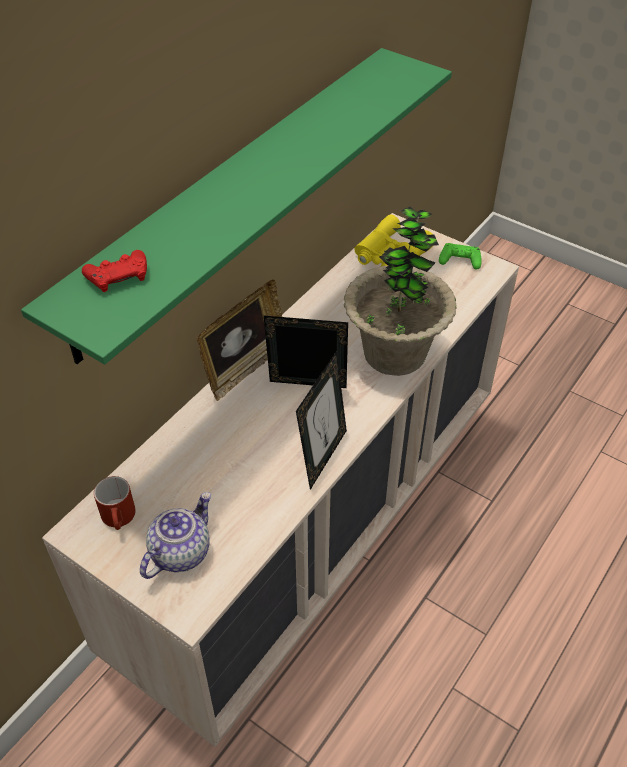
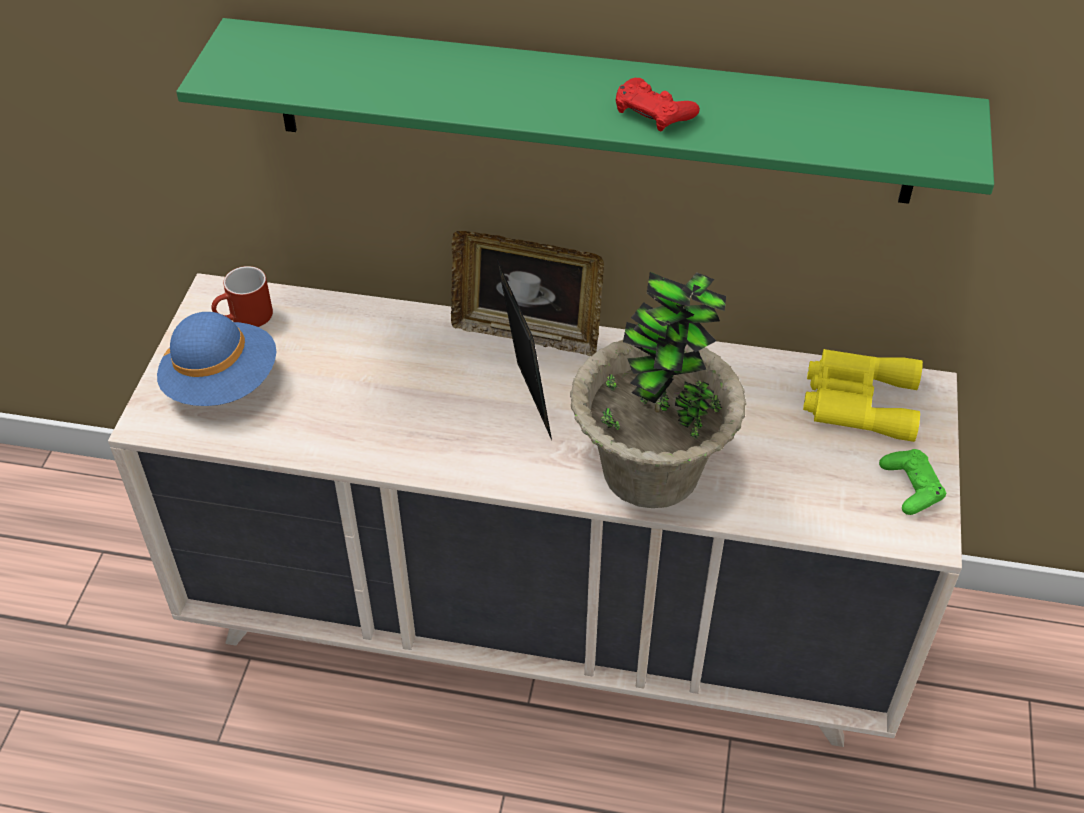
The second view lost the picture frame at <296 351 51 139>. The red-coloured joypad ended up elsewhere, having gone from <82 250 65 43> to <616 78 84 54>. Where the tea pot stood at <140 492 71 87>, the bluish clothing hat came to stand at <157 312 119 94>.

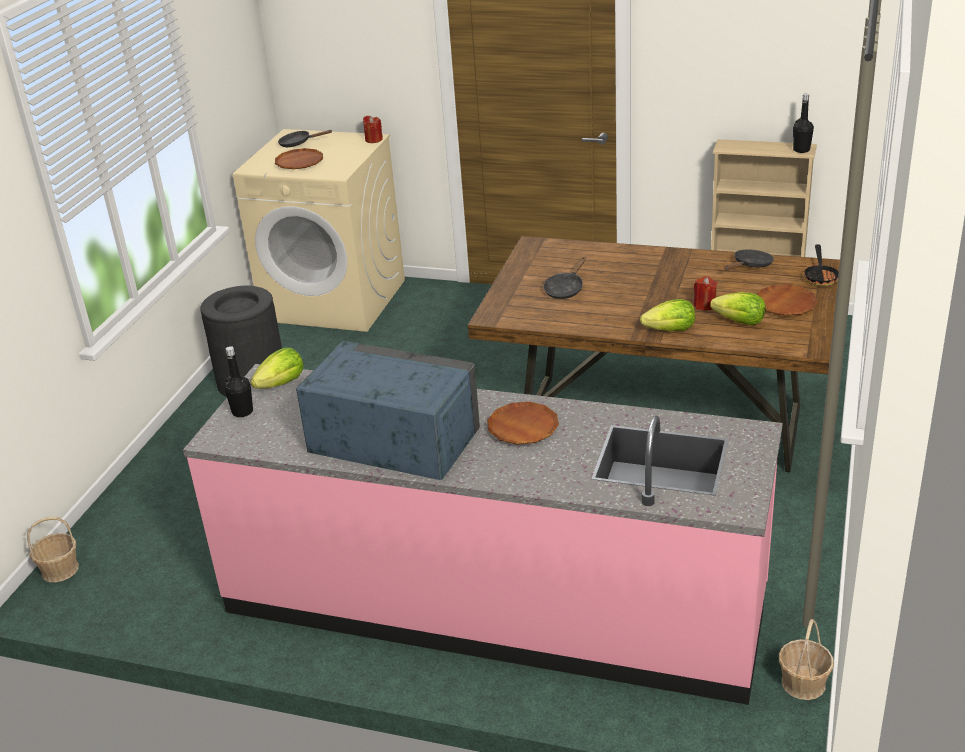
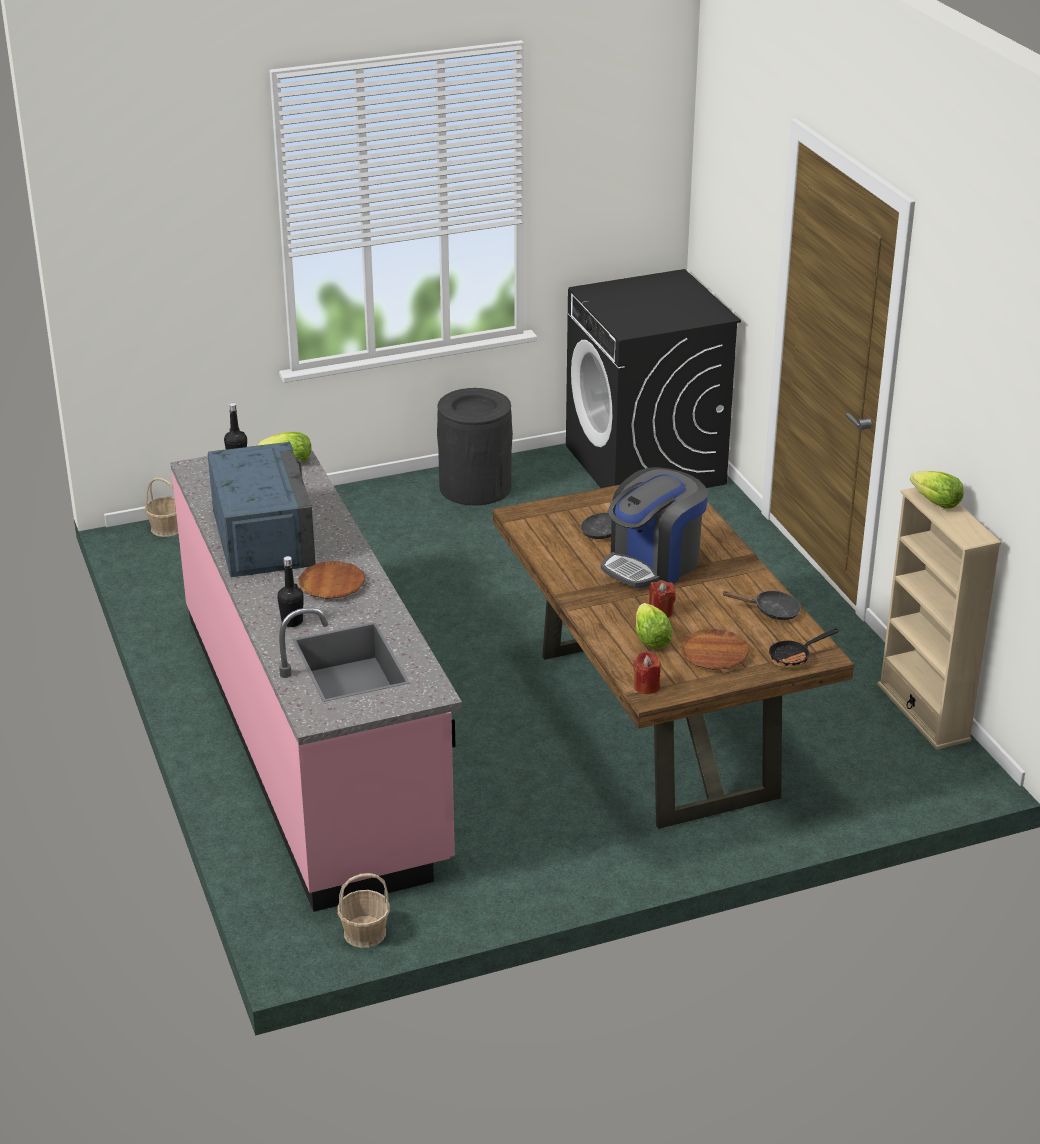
The second view lost the brown plate at <275 148 48 21>. The second view lost the blackish skillet at <278 130 54 17>. The second view gained the coffee maker at <601 467 107 121>. The red-coloured wax candle ended up elsewhere, having gone from <363 116 20 27> to <633 651 28 43>. The lettuce head ended up elsewhere, having gone from <640 299 55 32> to <910 471 54 38>. The blackish bottle ended up elsewhere, having gone from <793 94 21 59> to <277 556 27 71>. What was the beige-coloured washing machine at <233 129 172 203> turned into the blackish washing machine at <566 269 175 219>.

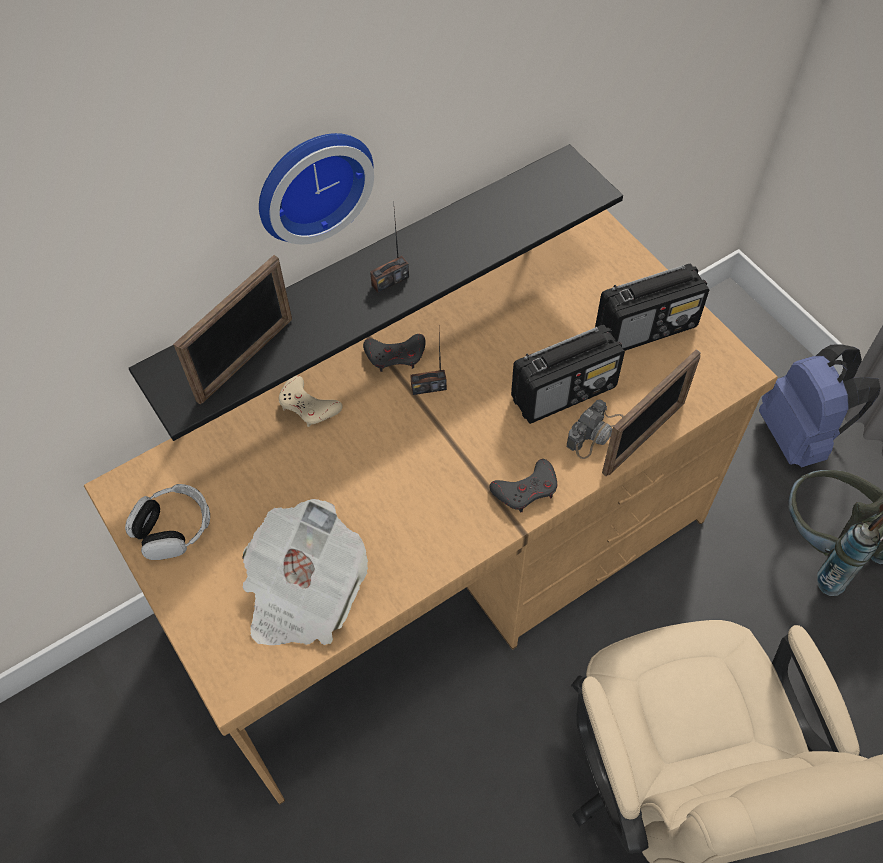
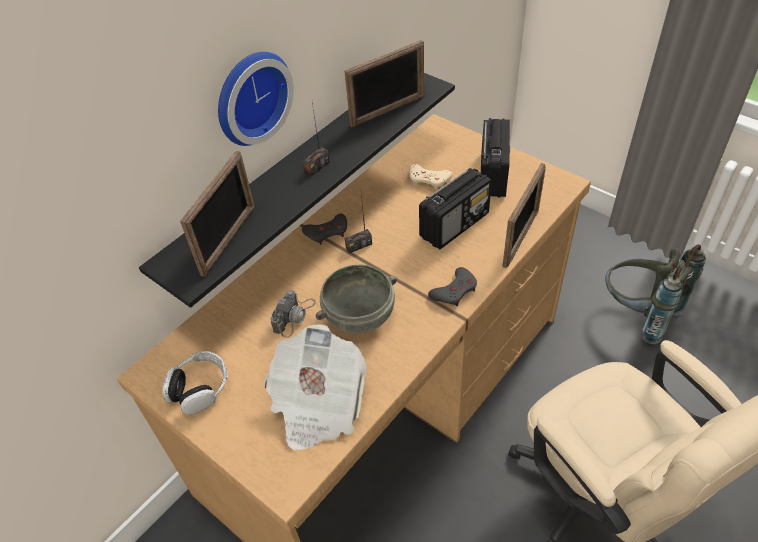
The second view lost the bluish rucksack at <759 344 121 123>. The second view gained the grey bowl at <316 265 81 68>. The second view gained the picture frame at <345 40 79 87>. The beige-coloured joypad ended up elsewhere, having gone from <279 375 64 52> to <409 164 44 26>. The photo camera ended up elsewhere, having gone from <567 399 57 60> to <270 290 46 48>. The radio at <595 264 114 87> ended up facing another way, 45 degrees counterclockwise from before.

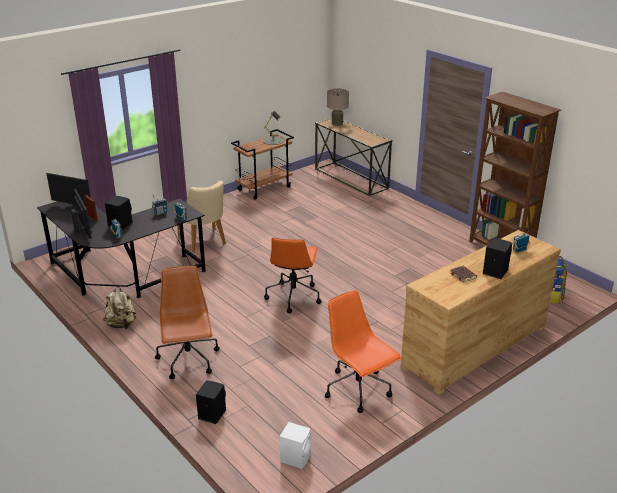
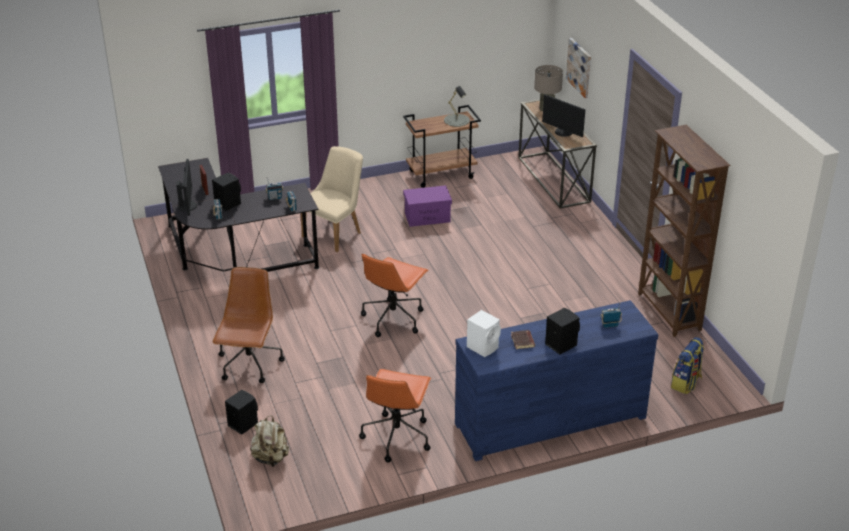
The second view gained the purple-coloured storage box at <403 185 49 42>. The second view gained the wall art at <566 38 25 60>. The monitor ended up elsewhere, having gone from <46 173 45 37> to <542 94 43 43>. The beige-coloured rucksack ended up elsewhere, having gone from <103 287 33 42> to <250 415 39 52>. The white-coloured speaker ended up elsewhere, having gone from <280 422 32 47> to <467 310 34 47>. What was the brown dresser at <401 230 160 165> turned into the bluish dresser at <455 300 204 161>. The beige-coloured plain chair at <177 181 49 71> ended up facing another way, 135 degrees counterclockwise from before. The orangey desk chair at <325 290 77 123> ended up facing another way, 150 degrees counterclockwise from before.

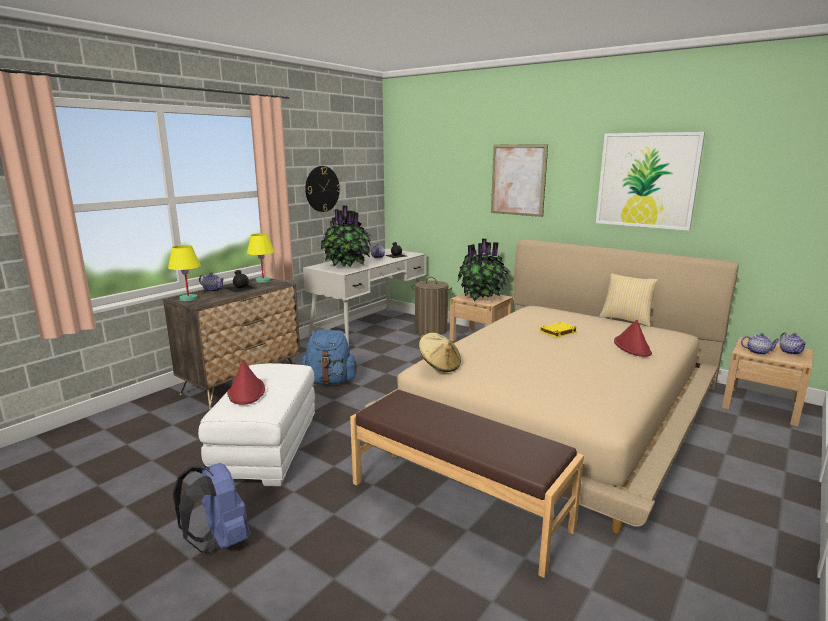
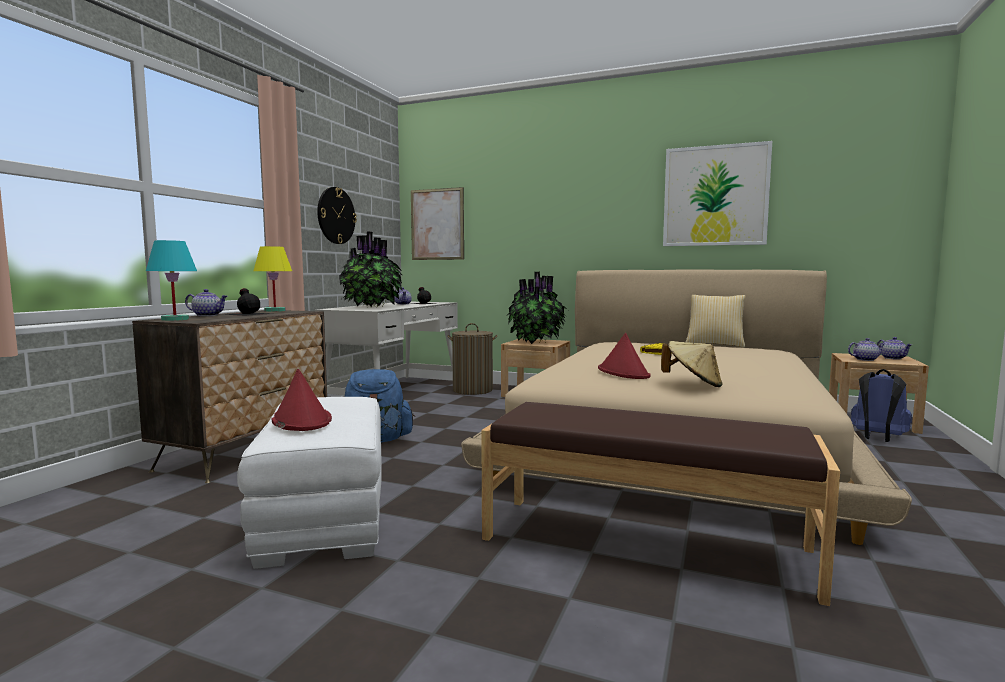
The bluish rucksack ended up elsewhere, having gone from <173 463 77 90> to <851 369 61 73>. The beige-coloured clothing hat ended up elsewhere, having gone from <419 333 42 39> to <661 341 61 46>. The wall art ended up elsewhere, having gone from <491 144 57 73> to <411 187 53 73>. The red-coloured clothing hat ended up elsewhere, having gone from <614 320 38 37> to <598 333 53 46>. What was the yellow-coloured lamp for a table at <168 245 33 56> turned into the blue-green lamp for a table at <146 240 51 81>.

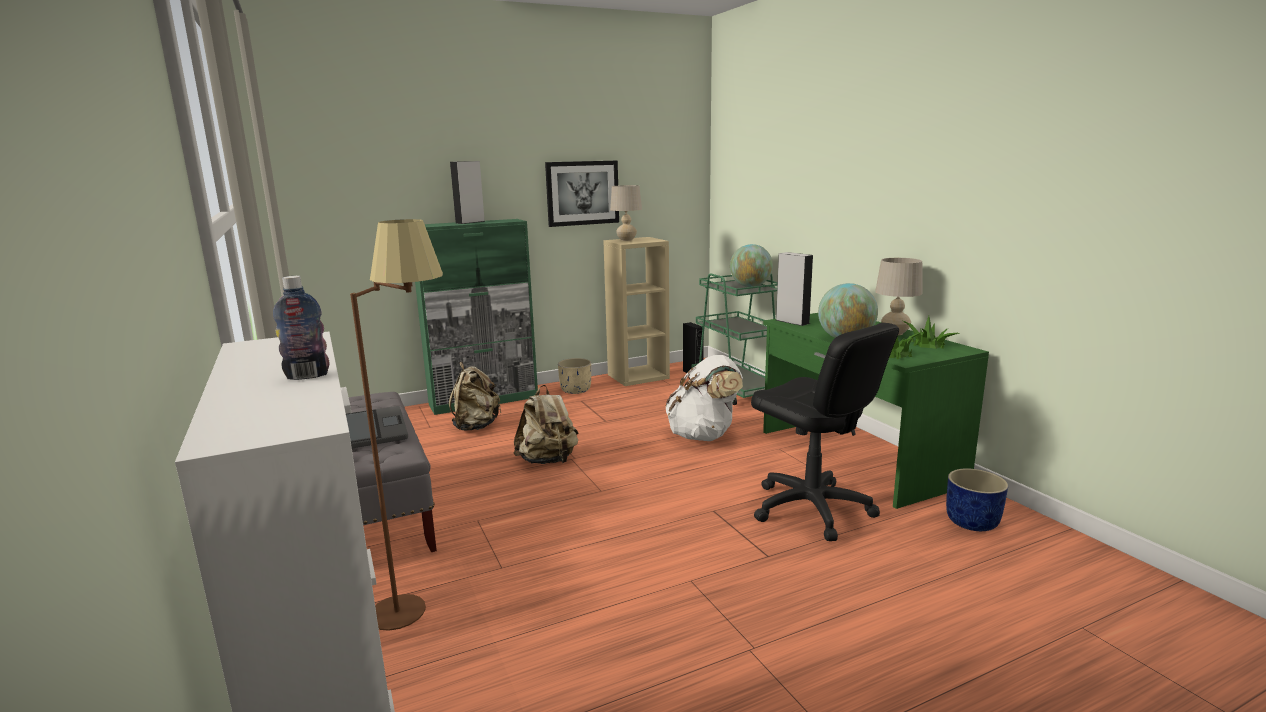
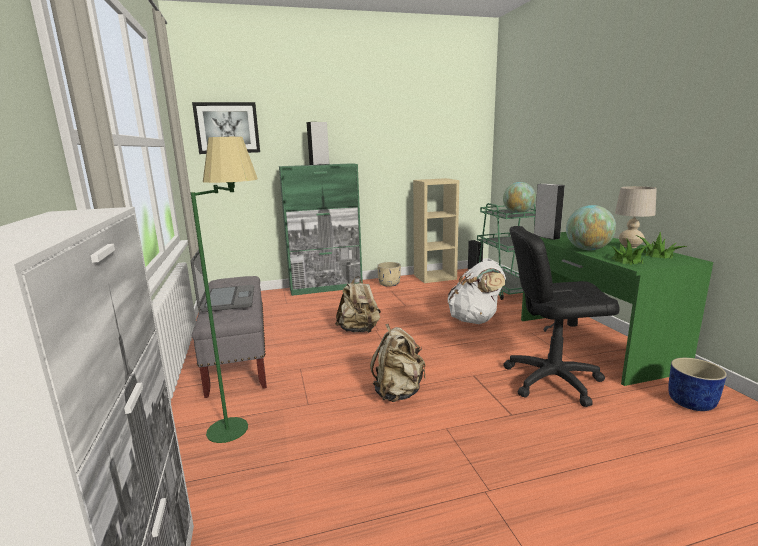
The second view lost the bottle at <273 276 57 104>. The second view lost the beige-coloured lamp for a table at <610 185 32 56>. The beige-coloured rucksack ended up elsewhere, having gone from <449 362 53 69> to <370 324 55 78>. The wall art ended up elsewhere, having gone from <545 161 74 66> to <192 102 68 52>. What was the brown floor lamp at <350 219 93 412> turned into the greenish floor lamp at <191 137 67 306>. The blackish desk chair at <751 323 148 218> ended up facing another way, 120 degrees clockwise from before.

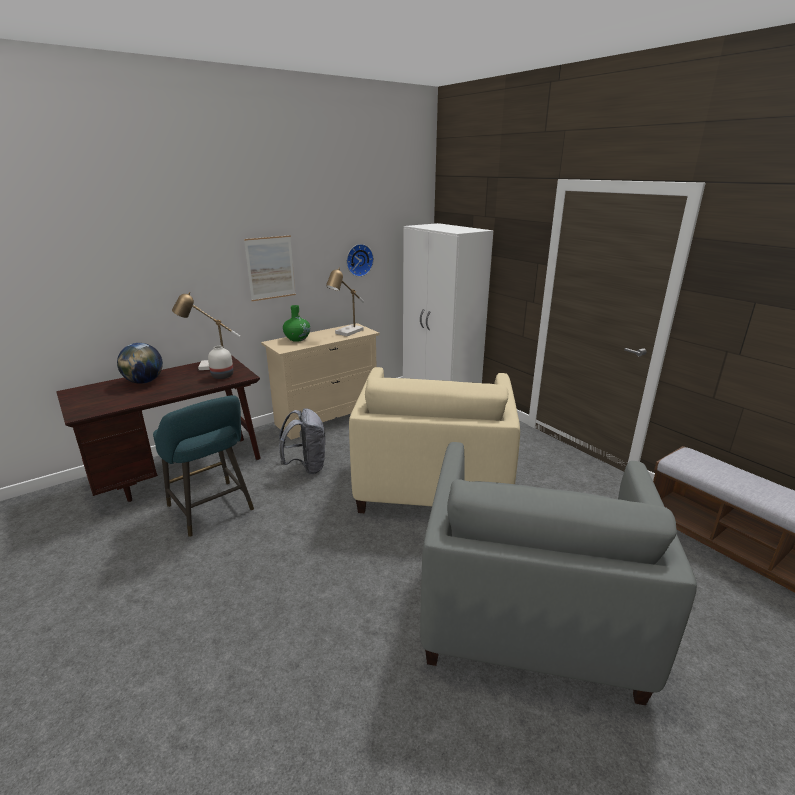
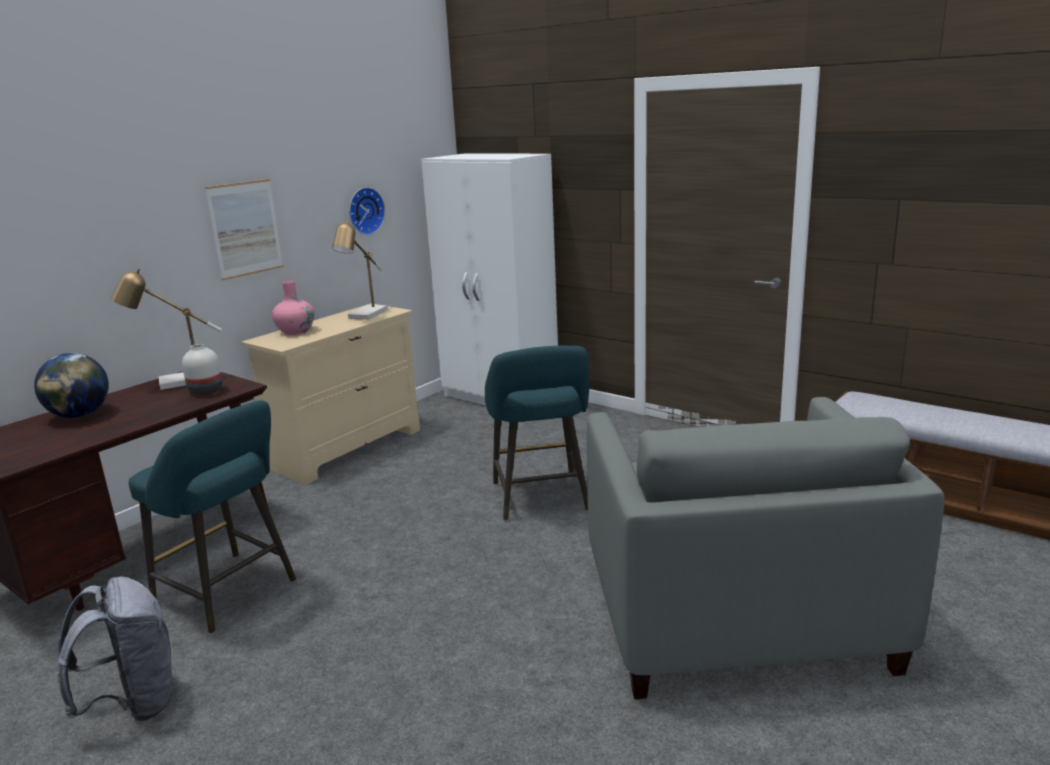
The grey rucksack ended up elsewhere, having gone from <279 408 47 66> to <57 576 118 145>. Where the beige-coloured easy chair stood at <349 367 171 146>, the blue-green stool seat came to stand at <485 346 105 175>. What was the greenish decorative vase at <283 305 27 37> turned into the pink decorative vase at <272 280 42 55>.

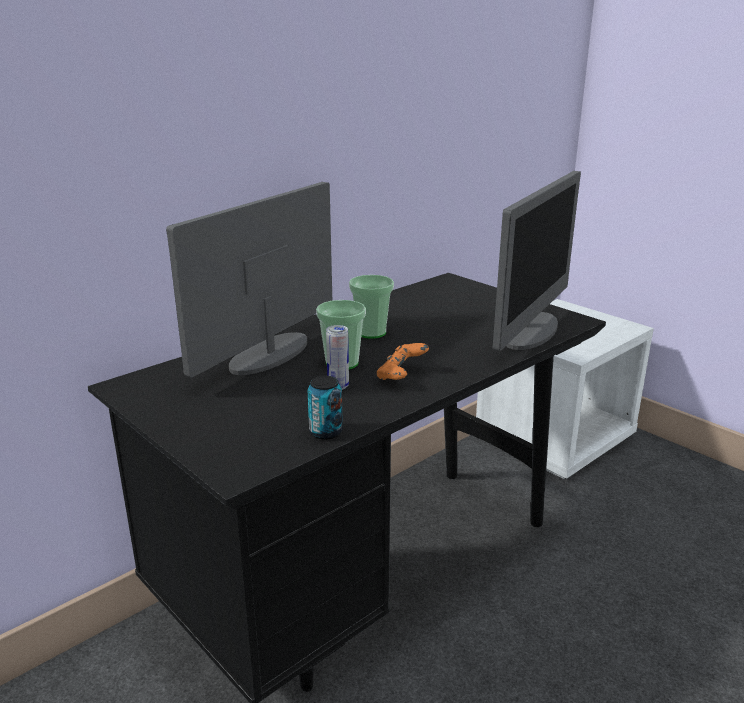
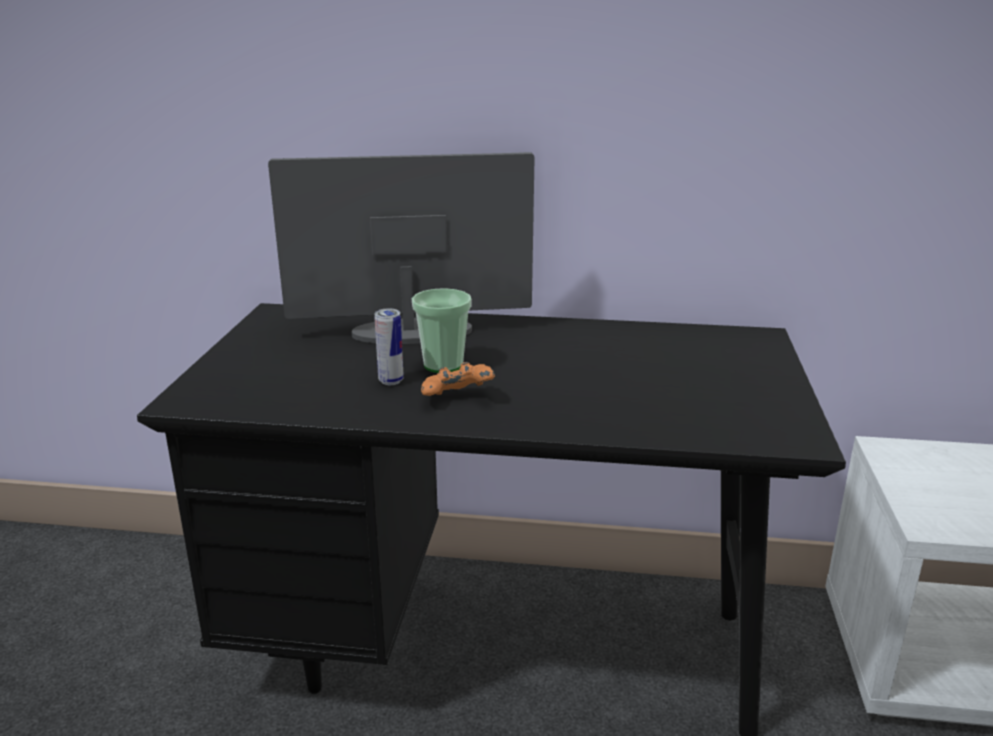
The second view lost the metal can at <308 376 35 64>. The second view lost the drinking cup at <349 275 45 64>. The second view lost the monitor at <493 171 88 180>.

